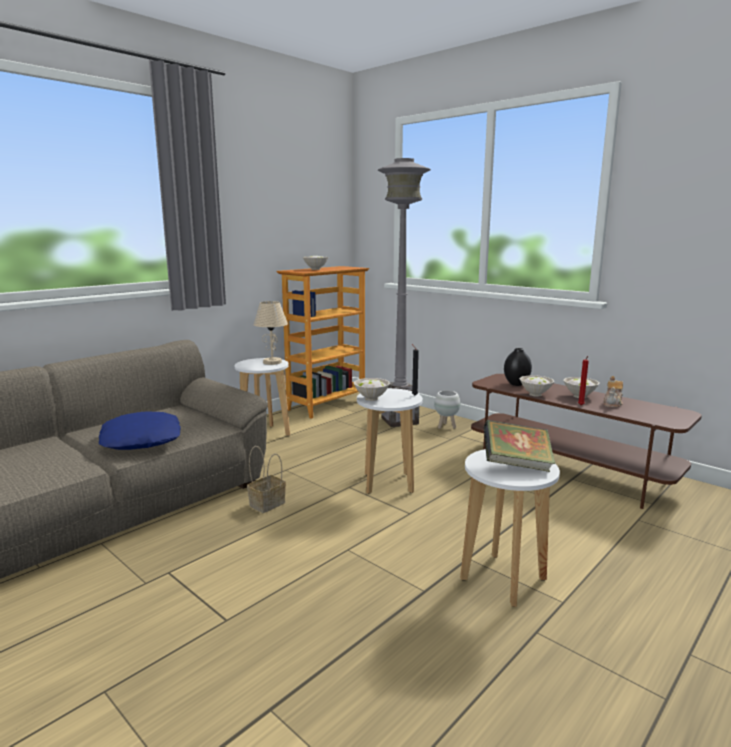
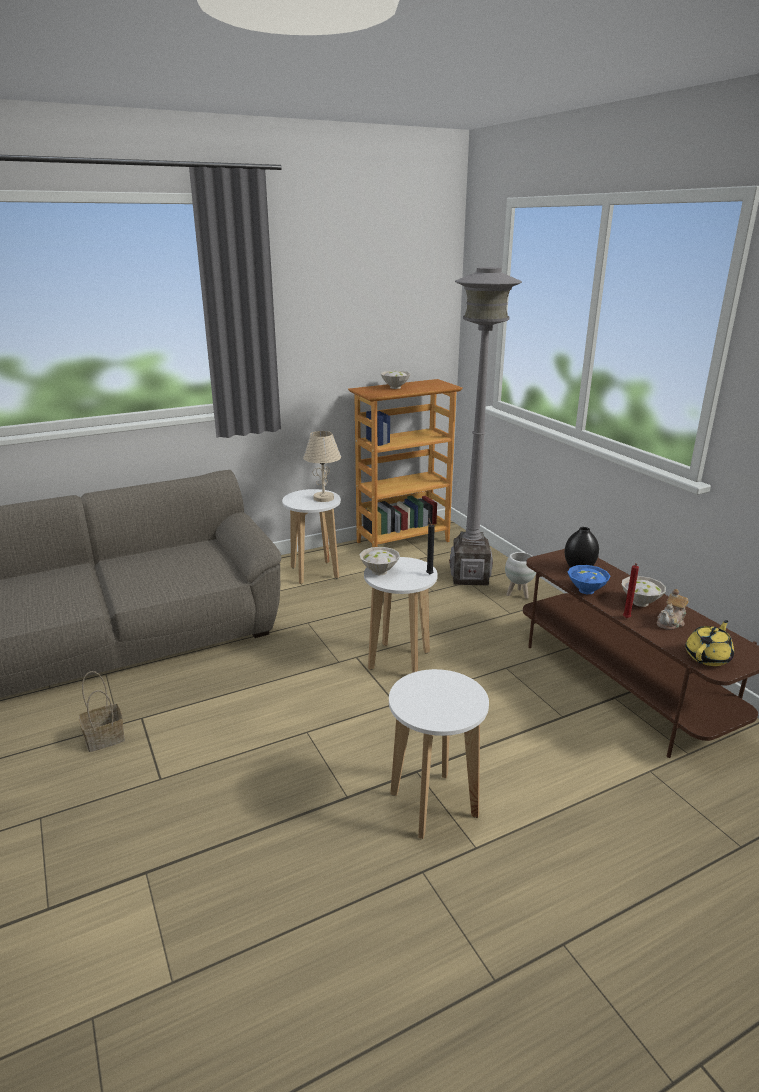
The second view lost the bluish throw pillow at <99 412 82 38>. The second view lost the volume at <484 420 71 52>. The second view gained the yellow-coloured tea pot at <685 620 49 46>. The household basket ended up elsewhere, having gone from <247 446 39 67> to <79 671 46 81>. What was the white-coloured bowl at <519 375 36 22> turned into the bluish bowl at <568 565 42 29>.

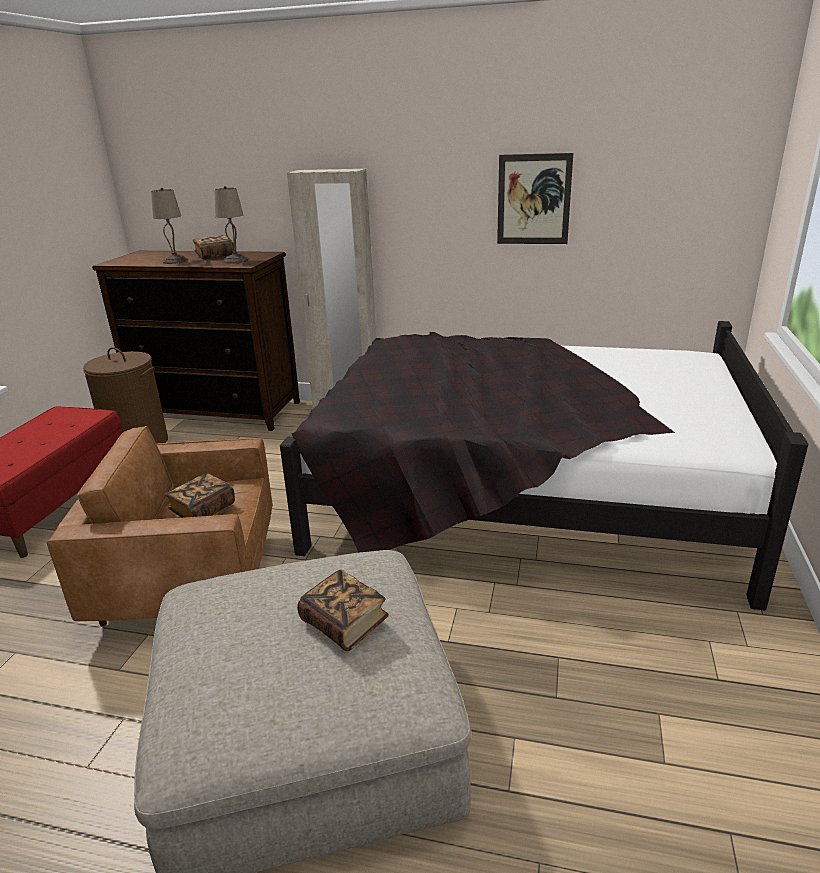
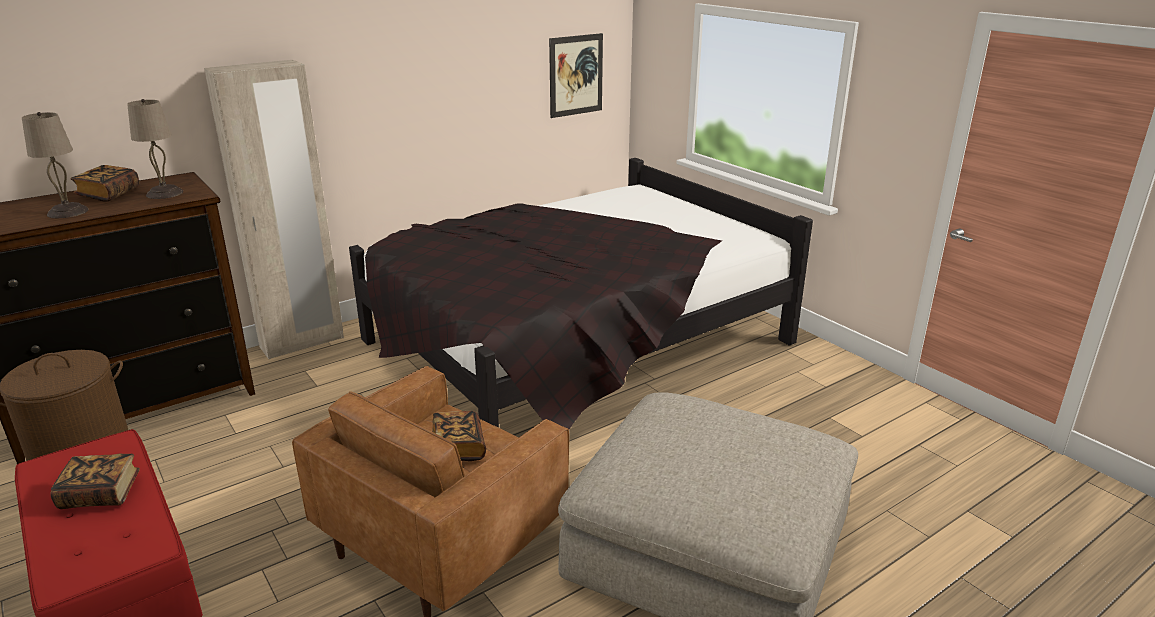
The volume ended up elsewhere, having gone from <297 569 92 82> to <50 454 90 55>. The wall art ended up elsewhere, having gone from <497 153 76 91> to <549 33 54 85>.

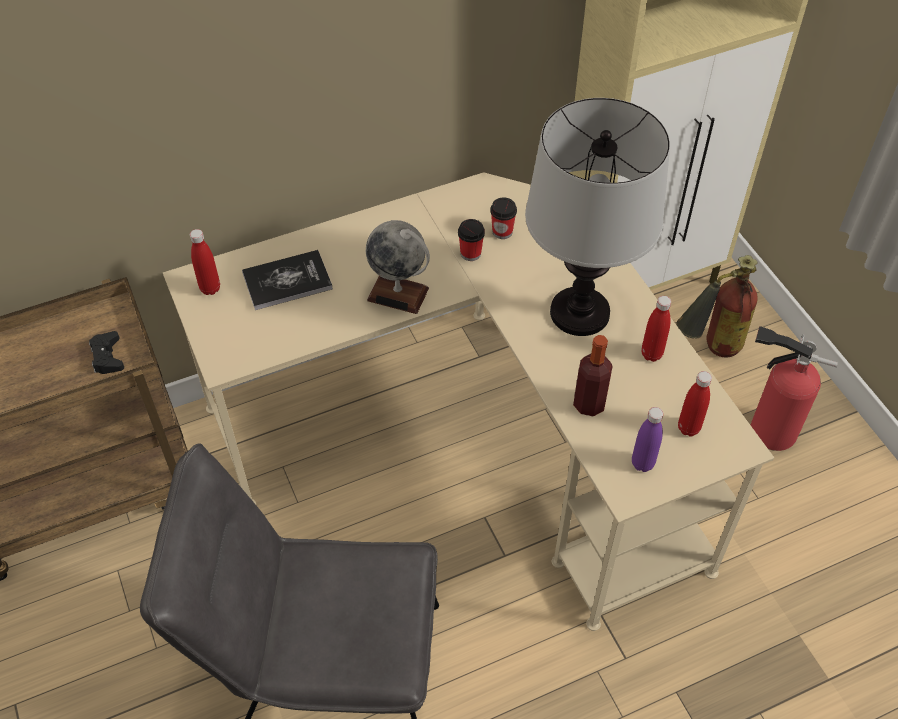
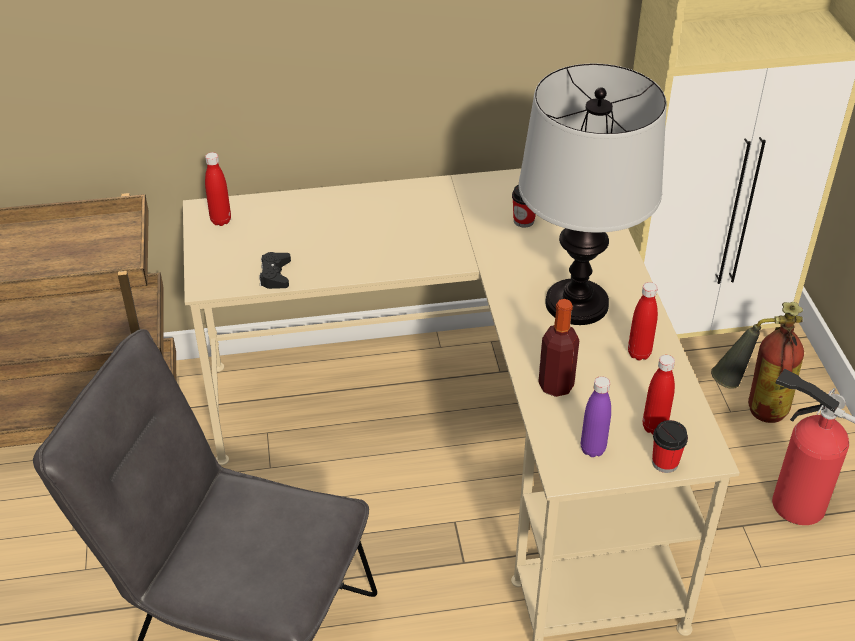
The second view lost the volume at <242 250 91 60>. The second view lost the world globe at <366 220 64 94>. The blackish joypad ended up elsewhere, having gone from <89 331 35 43> to <259 252 32 37>. The drinking cup ended up elsewhere, having gone from <458 219 27 42> to <652 420 36 53>.

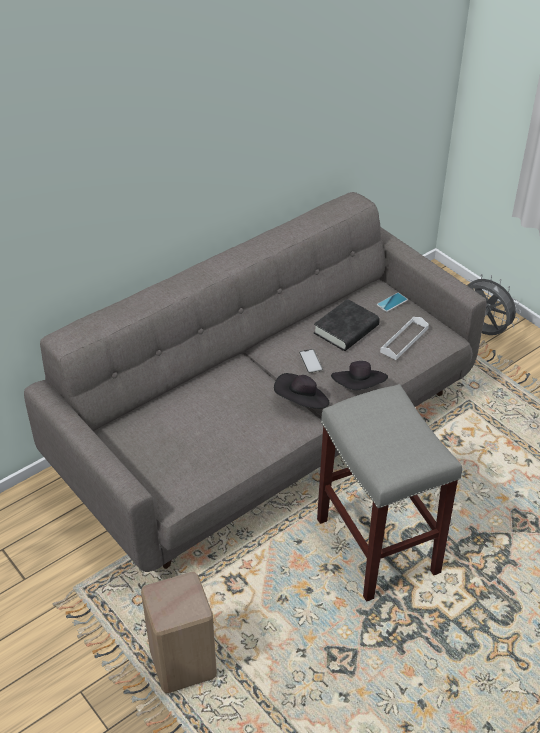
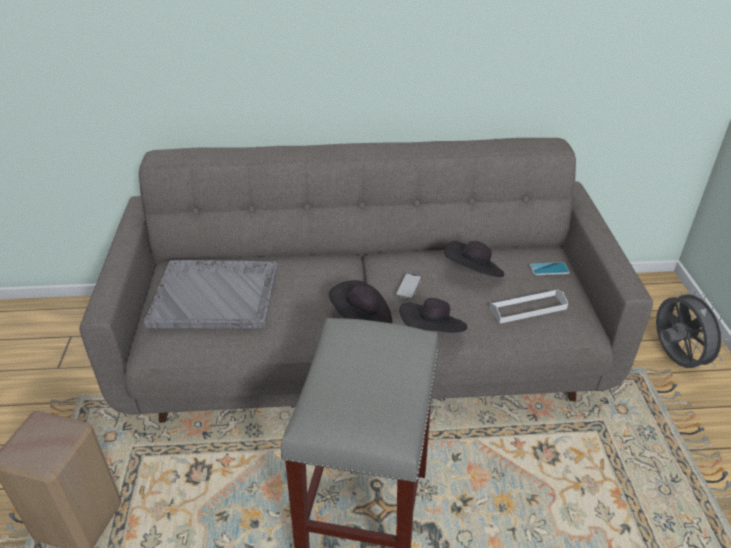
The second view gained the grey serving tray at <143 260 135 69>. Where the blackish volume stood at <314 299 66 52>, the blackish clothing hat came to stand at <444 241 60 36>.

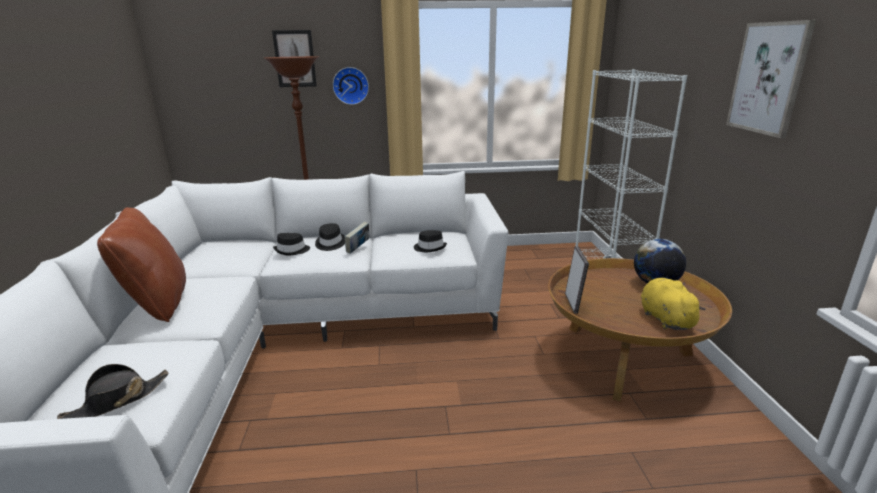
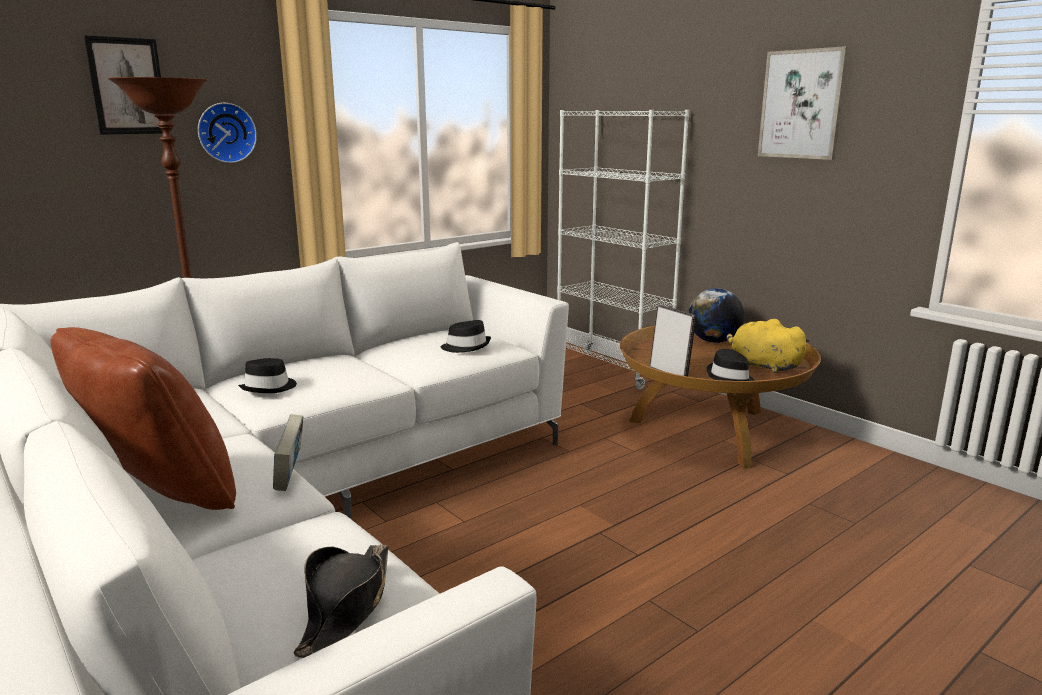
The blackish clothing hat ended up elsewhere, having gone from <315 223 30 28> to <706 349 49 32>. The volume ended up elsewhere, having gone from <345 222 24 32> to <273 414 30 77>.

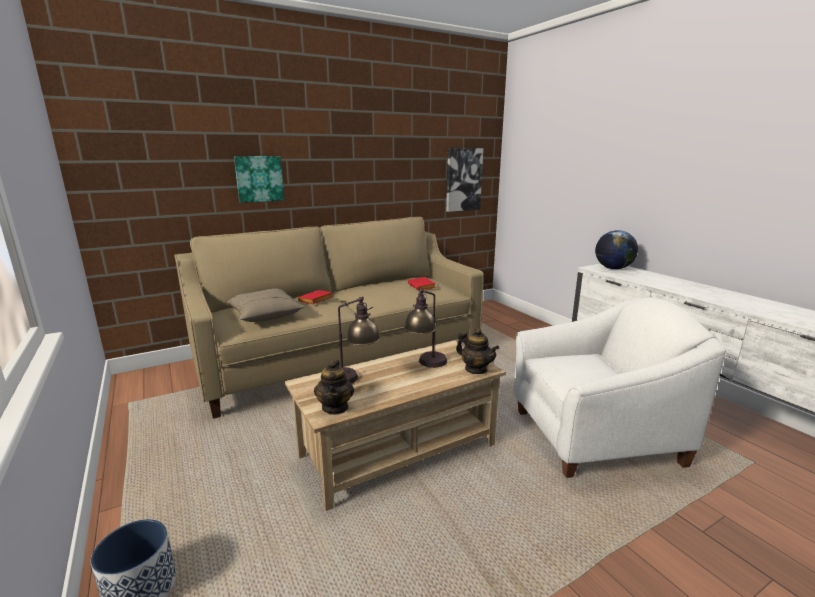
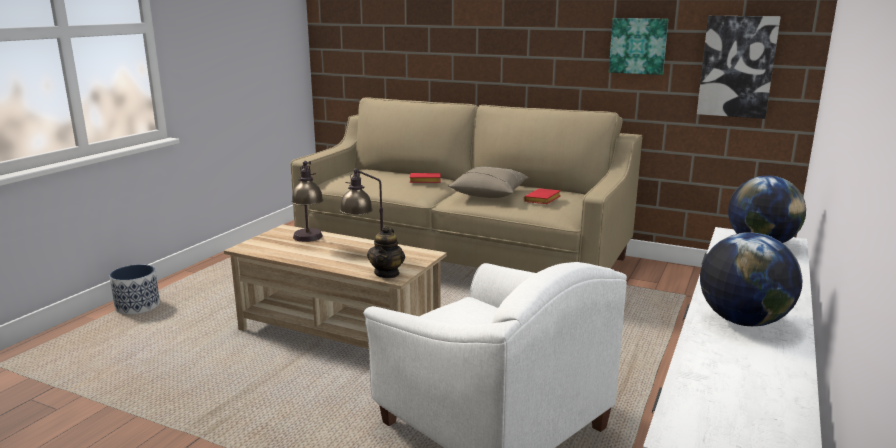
The second view lost the tea pot at <314 359 40 56>. The second view gained the world globe at <700 232 103 94>. The beige-coloured throw pillow ended up elsewhere, having gone from <227 289 78 33> to <448 167 81 31>. The wall art ended up elsewhere, having gone from <234 156 50 47> to <609 18 59 57>.

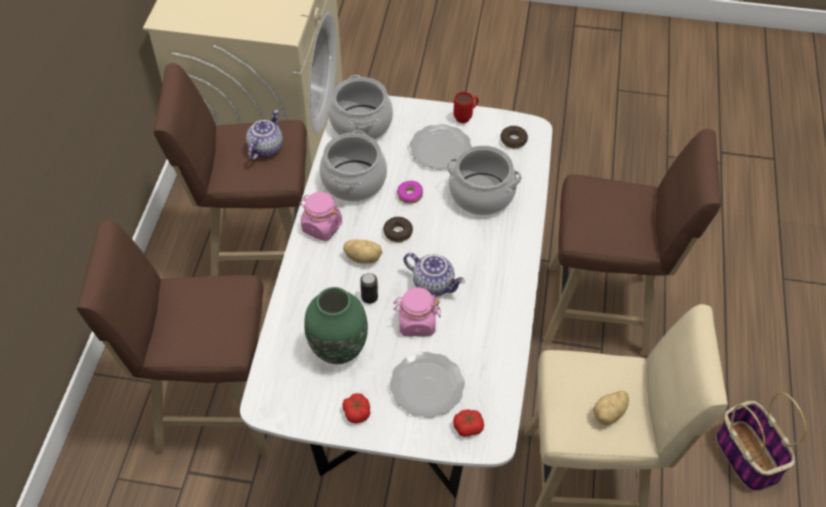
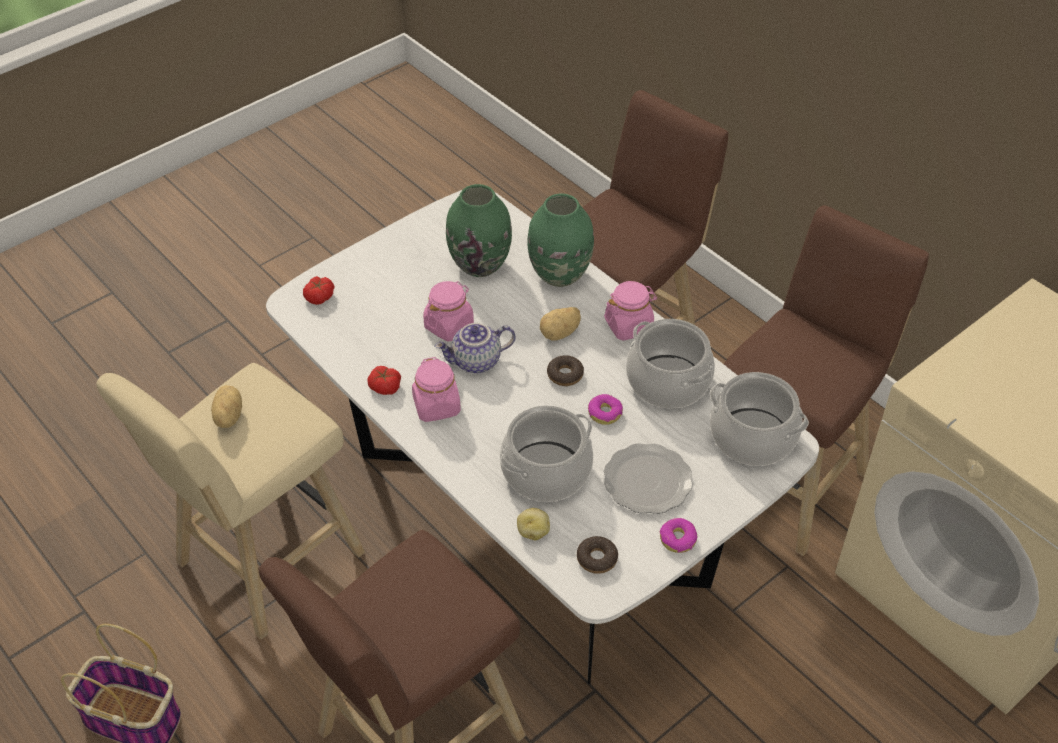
The second view lost the tea pot at <246 110 37 50>. The second view lost the metal can at <360 273 18 31>. The second view lost the plate at <390 352 75 66>. The second view gained the pink storage jar at <412 357 49 65>. The second view gained the whole potato at <517 508 33 32>. The second view gained the greenish decorative vase at <527 193 67 94>. The tomato ended up elsewhere, having gone from <342 393 28 30> to <367 366 34 29>. Where the red-coloured mug stood at <453 92 26 31>, the ring doughnut came to stand at <660 518 38 35>.

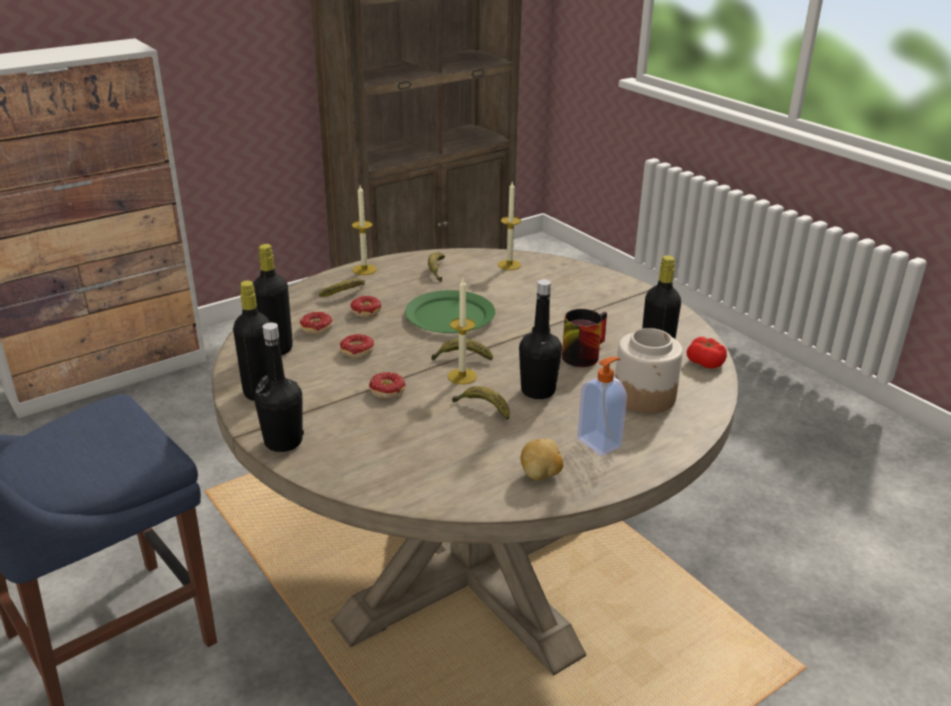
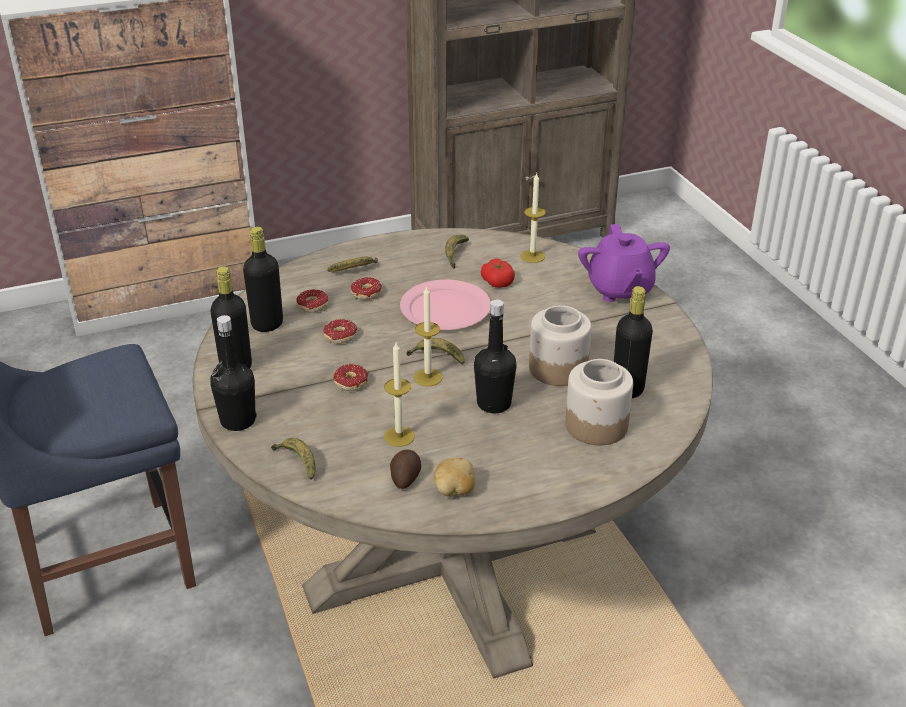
The second view lost the soap bottle at <577 357 50 99>. The second view gained the whole potato at <390 449 31 40>. The second view gained the purple-coloured tea pot at <578 224 92 78>. The wax candle ended up elsewhere, having gone from <352 186 25 89> to <384 342 31 105>. The banana fruit ended up elsewhere, having gone from <452 386 58 34> to <271 438 45 42>. The tomato ended up elsewhere, having gone from <687 337 40 31> to <481 258 34 30>. Where the mug stood at <562 309 45 58>, the storage jar came to stand at <529 305 62 81>. What was the greenish plate at <405 290 90 43> turned into the pink plate at <400 280 91 50>.

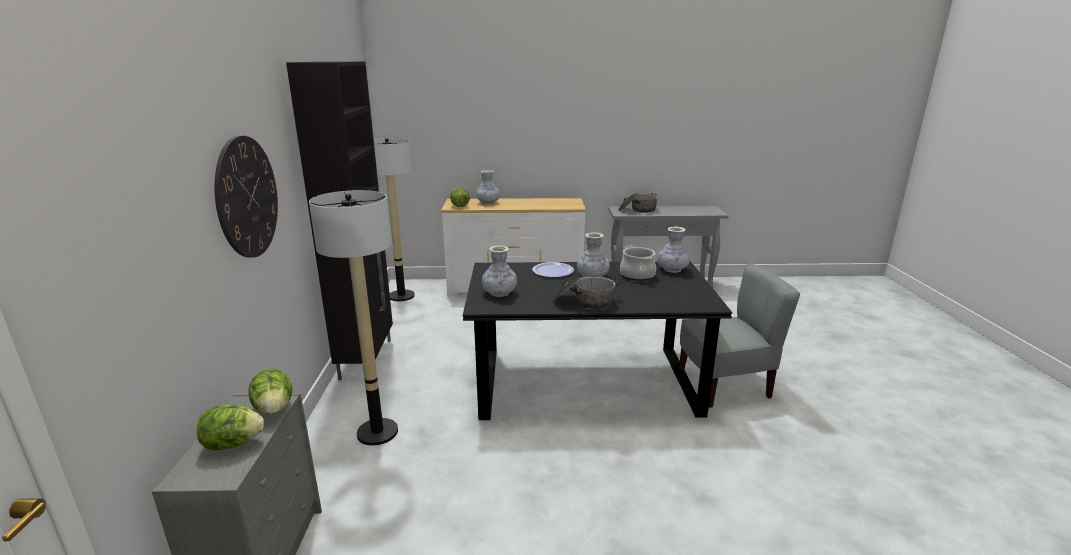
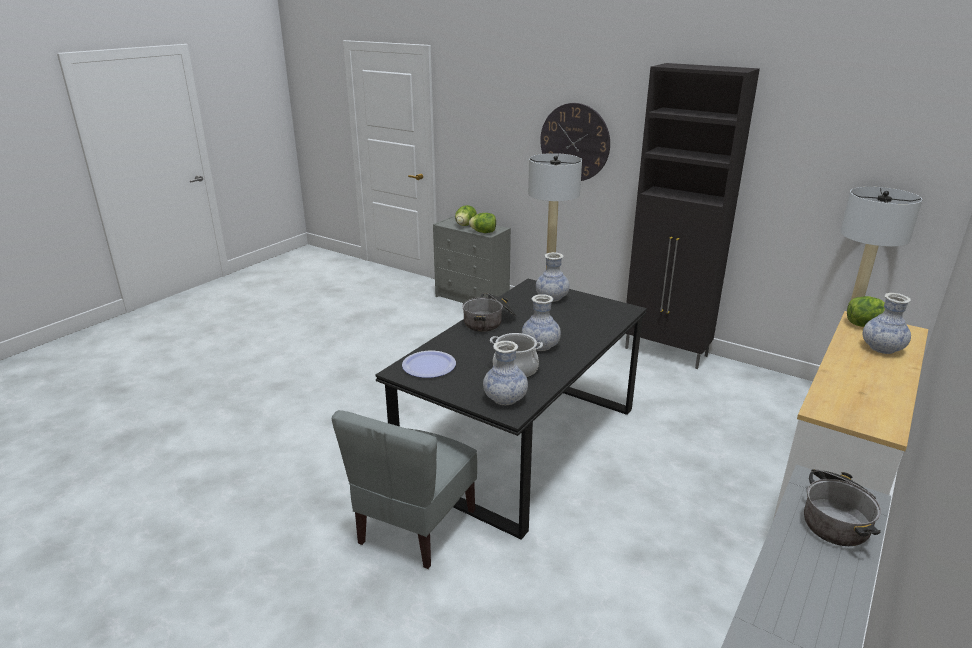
The plate ended up elsewhere, having gone from <532 262 42 15> to <402 351 54 27>.

